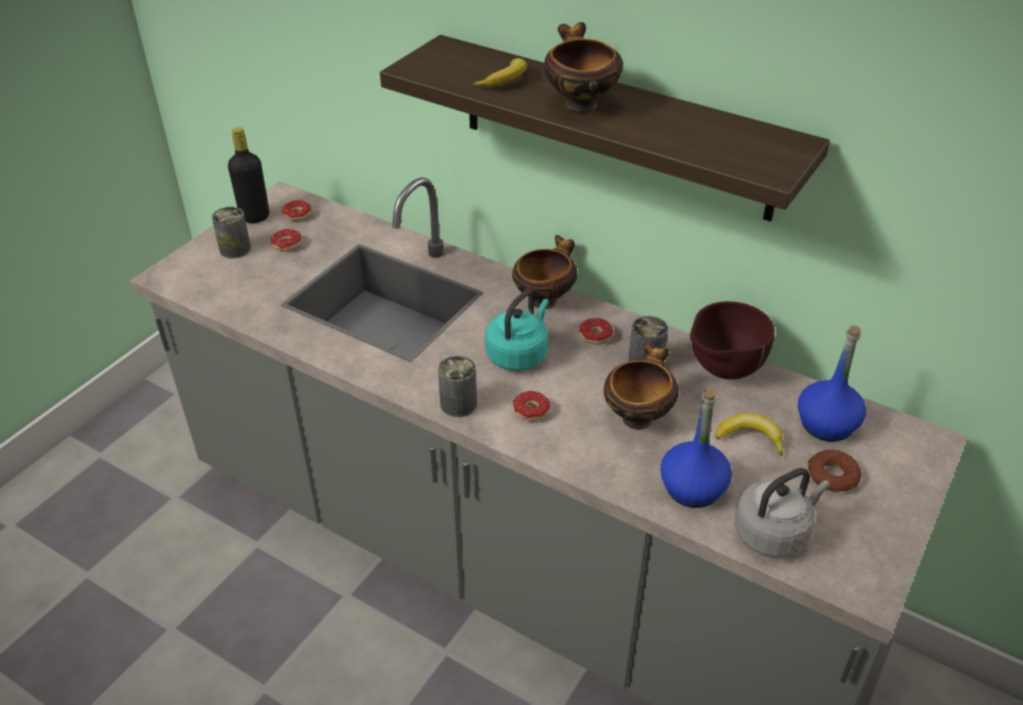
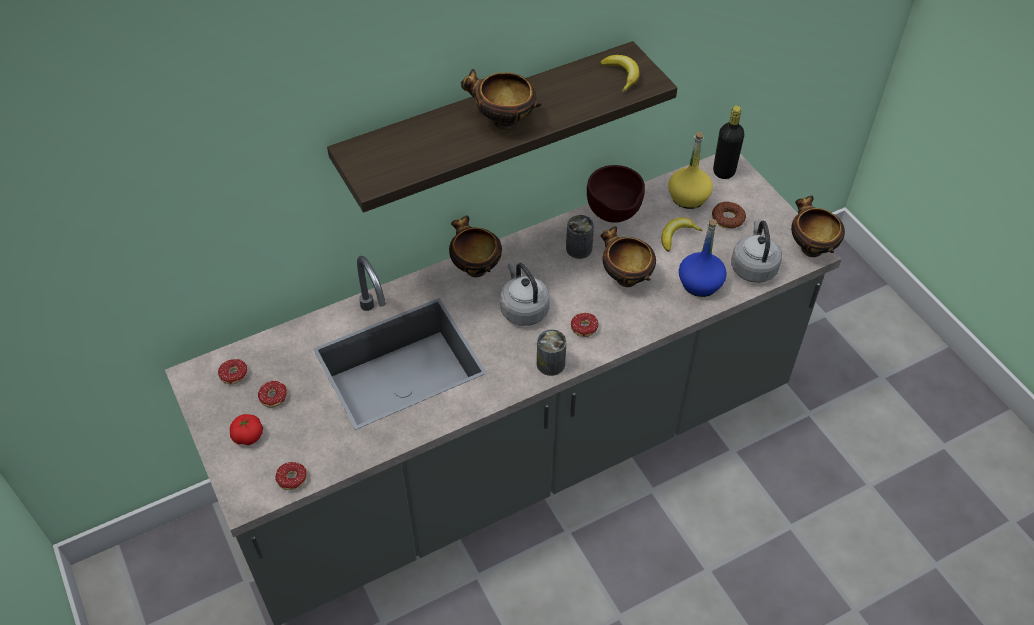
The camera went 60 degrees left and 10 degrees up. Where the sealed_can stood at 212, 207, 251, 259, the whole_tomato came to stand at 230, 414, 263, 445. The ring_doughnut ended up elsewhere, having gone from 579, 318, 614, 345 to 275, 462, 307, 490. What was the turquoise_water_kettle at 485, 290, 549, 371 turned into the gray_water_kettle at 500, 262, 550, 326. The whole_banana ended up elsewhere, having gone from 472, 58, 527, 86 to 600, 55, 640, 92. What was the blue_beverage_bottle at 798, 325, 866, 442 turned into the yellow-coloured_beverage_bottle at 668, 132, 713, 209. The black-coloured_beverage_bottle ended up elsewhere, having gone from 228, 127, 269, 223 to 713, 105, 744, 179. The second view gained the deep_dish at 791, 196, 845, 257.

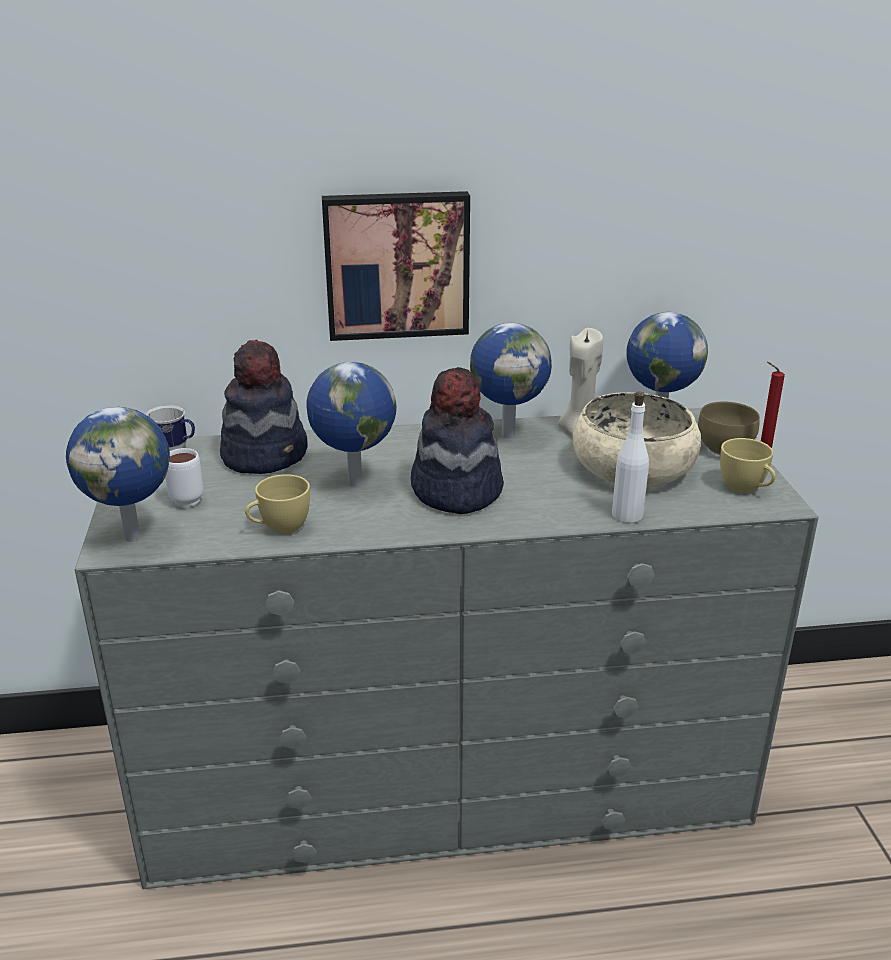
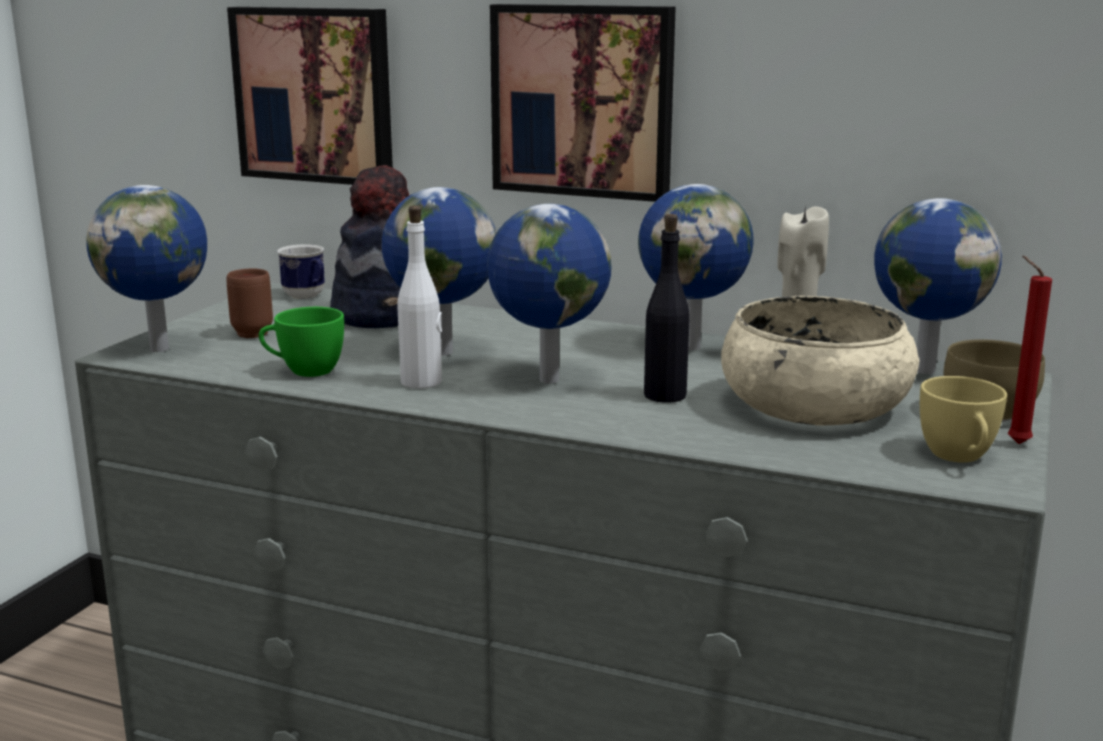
The camera went 30 degrees right and 10 degrees down. What was the white_tea_mug at 165, 448, 203, 507 turned into the brown_tea_mug at 226, 268, 273, 338. The second view gained the picture at 227, 7, 393, 185. What was the yellow-coloured_cup at 245, 474, 310, 534 turned into the green_cup at 259, 307, 344, 377. The white_beverage_bottle ended up elsewhere, having gone from 612, 392, 649, 523 to 397, 205, 442, 389. Where the hat stood at 411, 367, 504, 514, the globe came to stand at 487, 204, 612, 384. The second view gained the black-coloured_beverage_bottle at 644, 214, 690, 403.

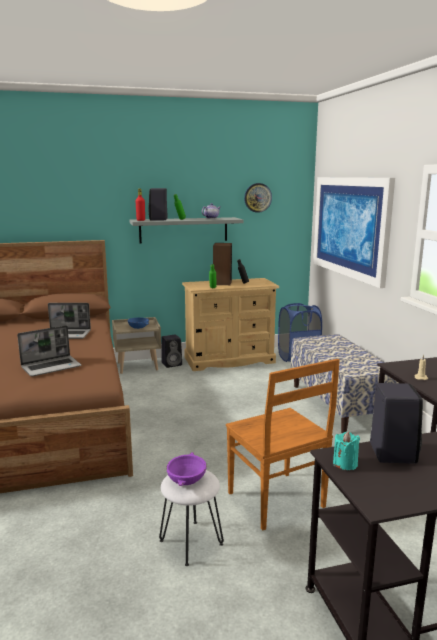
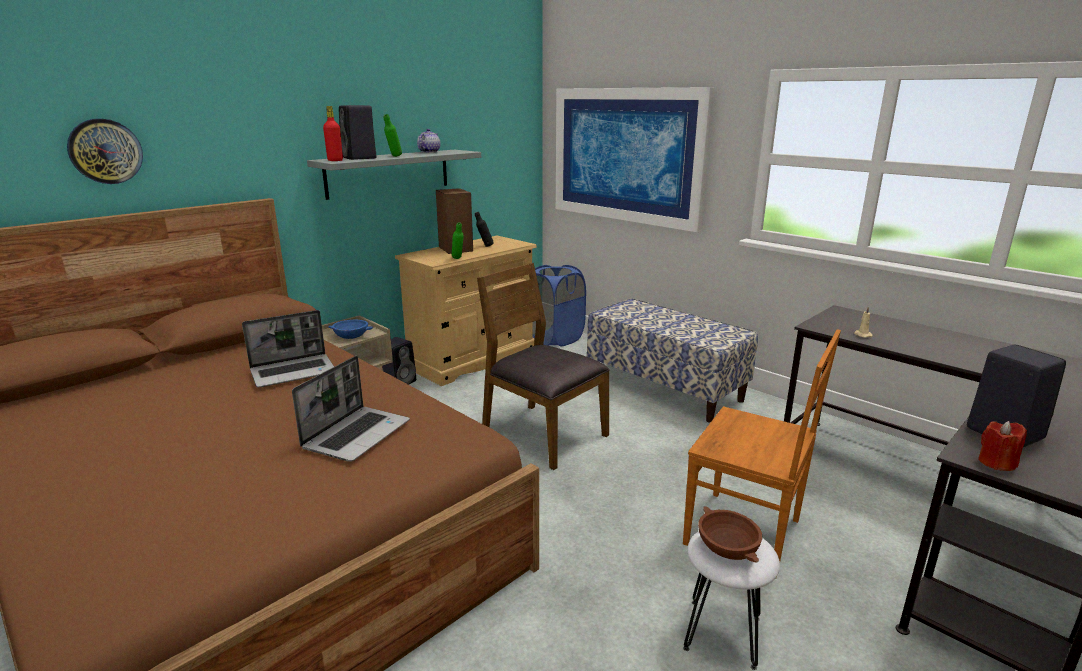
The camera went 30 degrees left and 5 degrees up. The clock_on_the_wall ended up elsewhere, having gone from 244, 183, 272, 213 to 67, 118, 143, 184. The second view gained the brown_chair at 477, 263, 610, 470. What was the purplish_deep_dish at 166, 452, 207, 486 turned into the brown_deep_dish at 698, 506, 762, 562. What was the turquoise_candle at 333, 432, 360, 470 turned into the red-coloured_candle at 978, 421, 1027, 471.

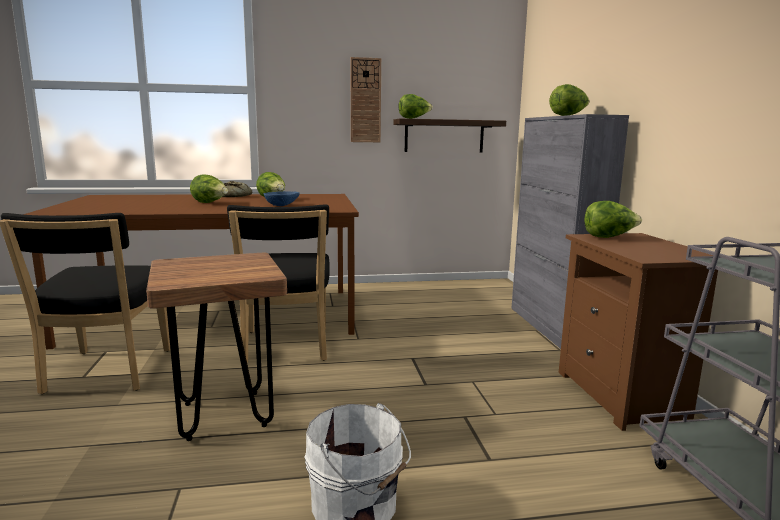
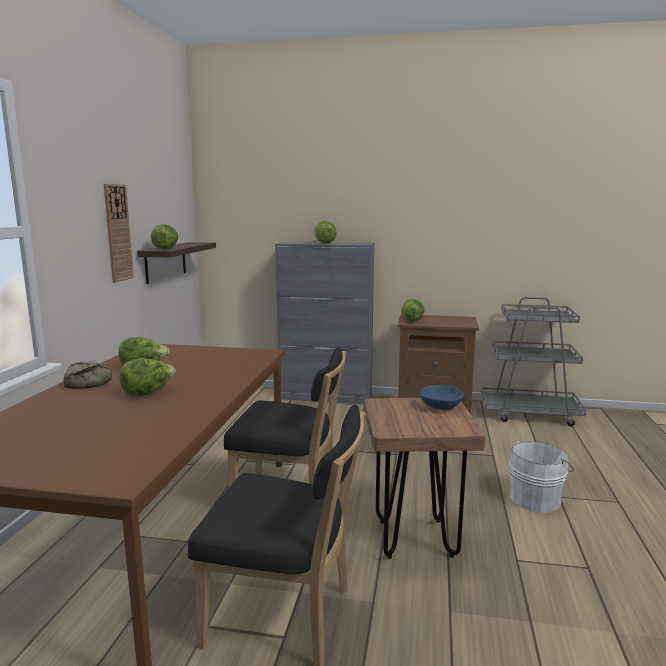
The camera went 70 degrees left and 0 degrees up. The blue_deep_dish ended up elsewhere, having gone from 264, 191, 300, 206 to 420, 385, 464, 410.

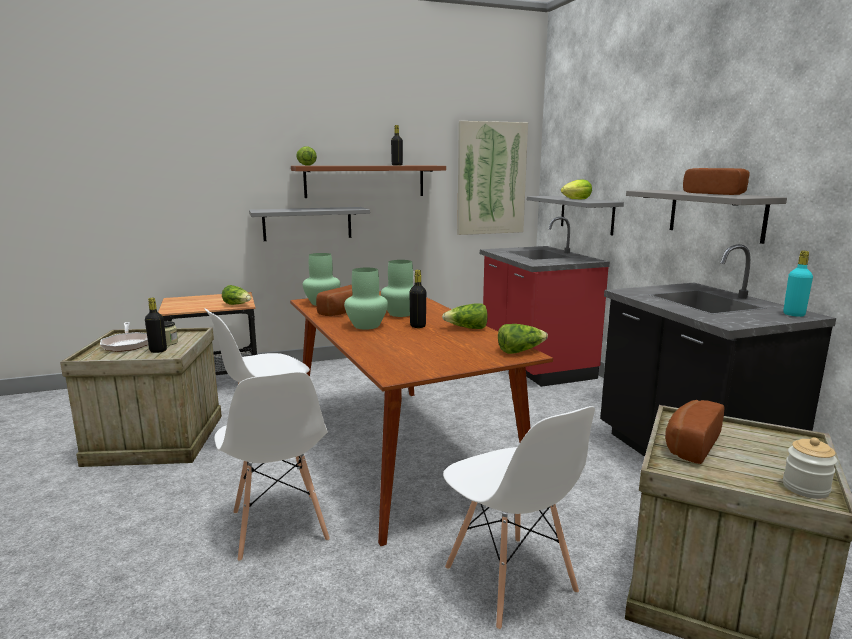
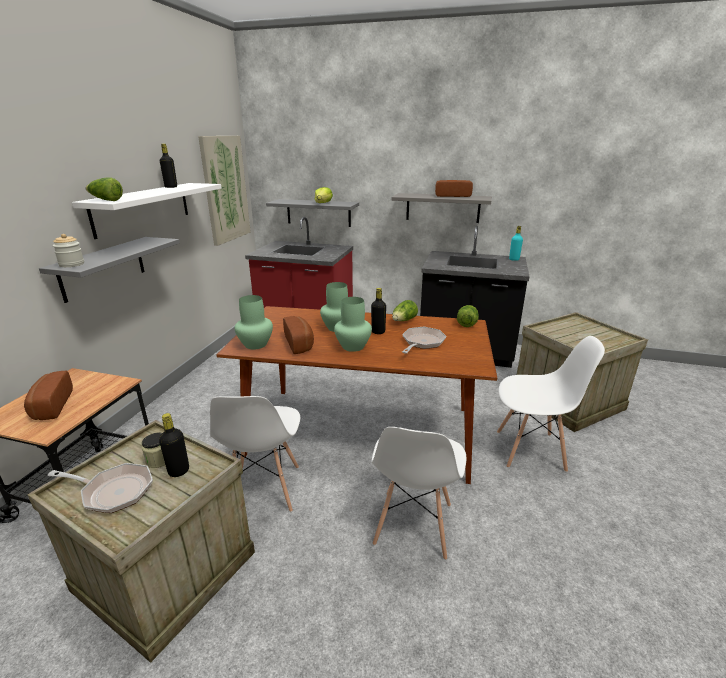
The camera went 55 degrees left and 10 degrees up. The bread ended up elsewhere, having gone from 665, 400, 725, 464 to 24, 371, 73, 420. The preserve_jar ended up elsewhere, having gone from 783, 437, 837, 499 to 53, 234, 84, 267. What was the brown_bracket_shelf at 291, 166, 446, 198 turned into the white_bracket_shelf at 72, 183, 222, 239. The white_chair at 214, 372, 330, 562 ended up facing another way, 90 degrees clockwise from before. The second view gained the pan at 402, 327, 446, 354. The second view lost the lettuce at 222, 285, 251, 305.

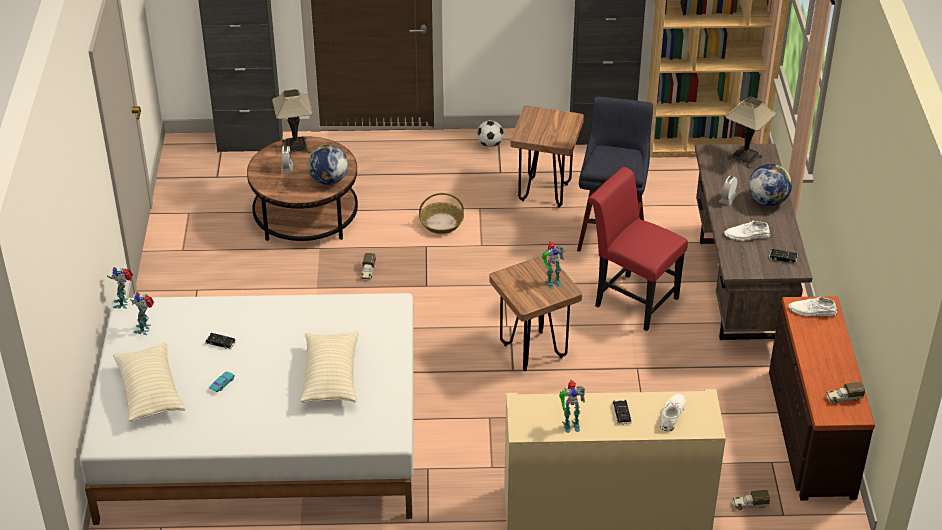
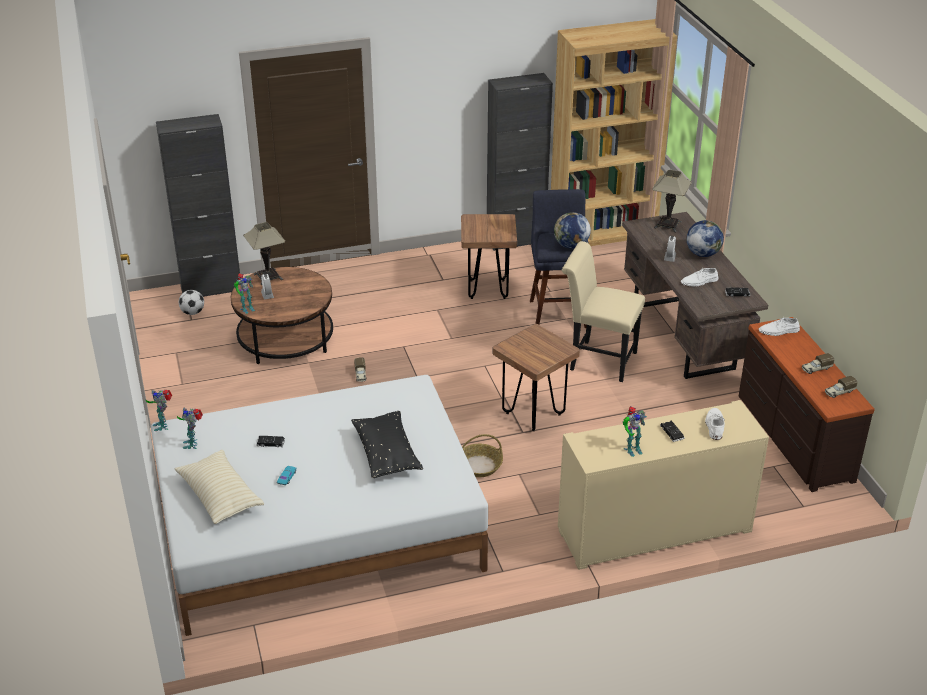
The camera went 15 degrees left and 5 degrees down. The ball_for_football ended up elsewhere, having gone from 477, 120, 504, 147 to 179, 290, 204, 315. The toy_robot ended up elsewhere, having gone from 542, 241, 565, 289 to 234, 273, 255, 314. What was the sand-coloured_cushion at 300, 332, 359, 403 turned into the black-coloured_cushion at 351, 411, 423, 478. The basket ended up elsewhere, having gone from 419, 193, 464, 234 to 462, 434, 503, 477. The globe ended up elsewhere, having gone from 308, 145, 348, 185 to 554, 212, 591, 249. What was the red-coloured_chair at 588, 167, 688, 331 turned into the sand-coloured_chair at 562, 241, 645, 382. The model_truck ended up elsewhere, having gone from 733, 490, 770, 510 to 802, 353, 835, 374.

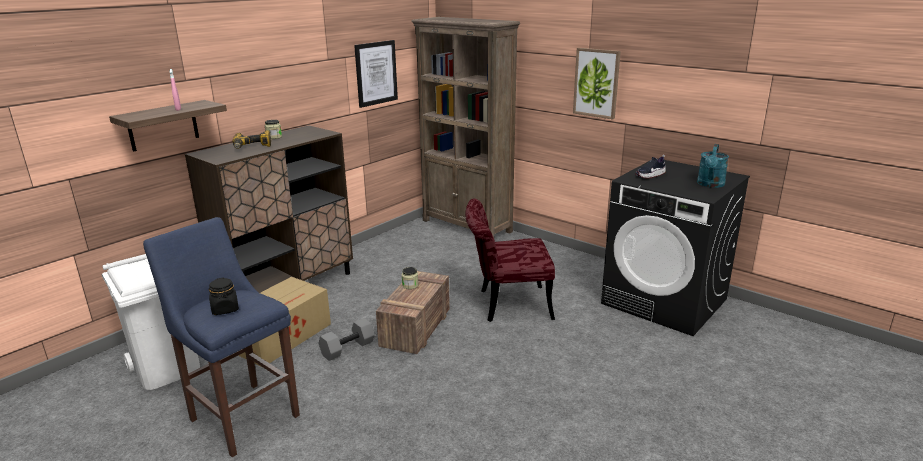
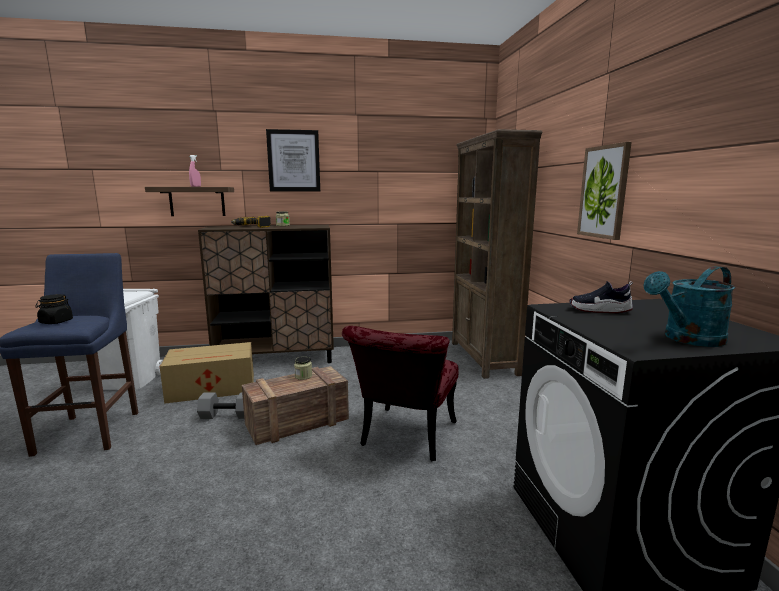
The camera went 40 degrees right and 10 degrees down. The picture ended up elsewhere, having gone from 354, 40, 398, 108 to 266, 129, 320, 192. The red-coloured_chair at 465, 199, 555, 322 ended up facing another way, 105 degrees counterclockwise from before.

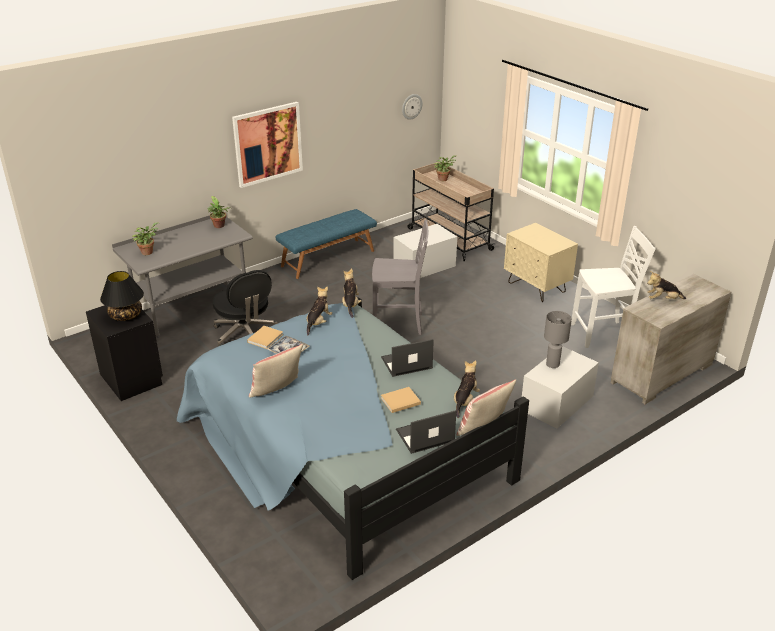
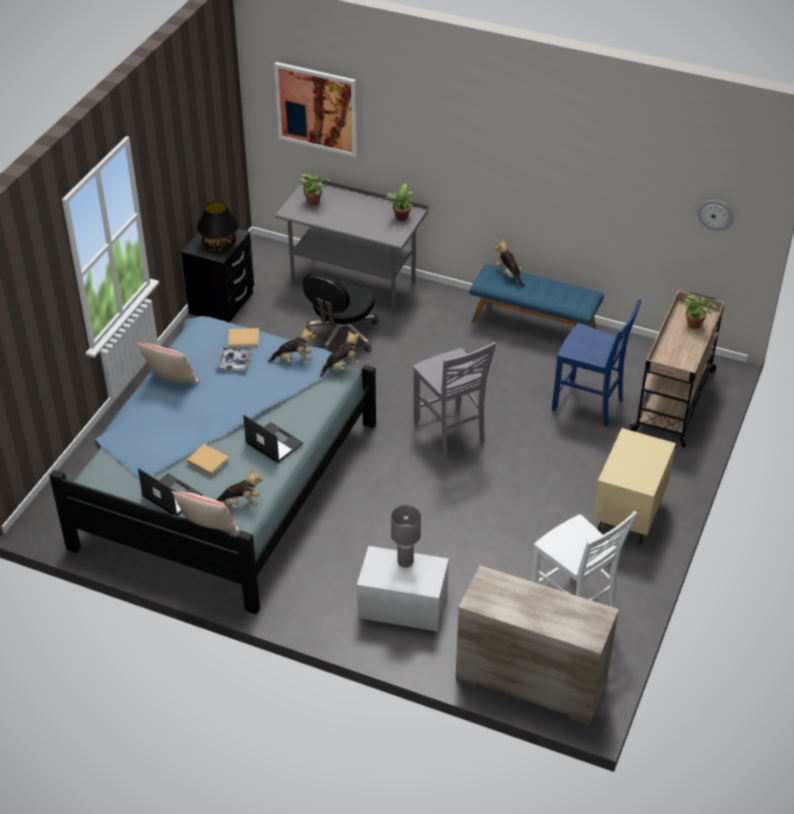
The camera went 60 degrees right and 10 degrees up. The picture ended up elsewhere, having gone from 232, 102, 303, 188 to 274, 62, 358, 157. The soft_toy ended up elsewhere, having gone from 647, 271, 686, 299 to 495, 239, 525, 287. Where the white_storage_container stood at 393, 224, 457, 278, the blue_chair came to stand at 552, 299, 642, 427.

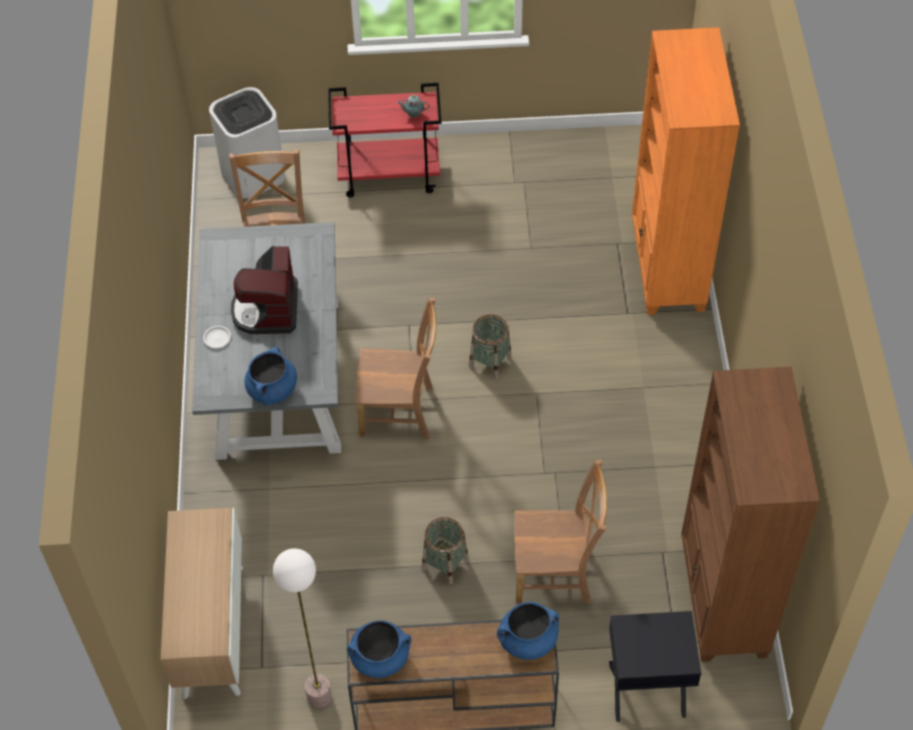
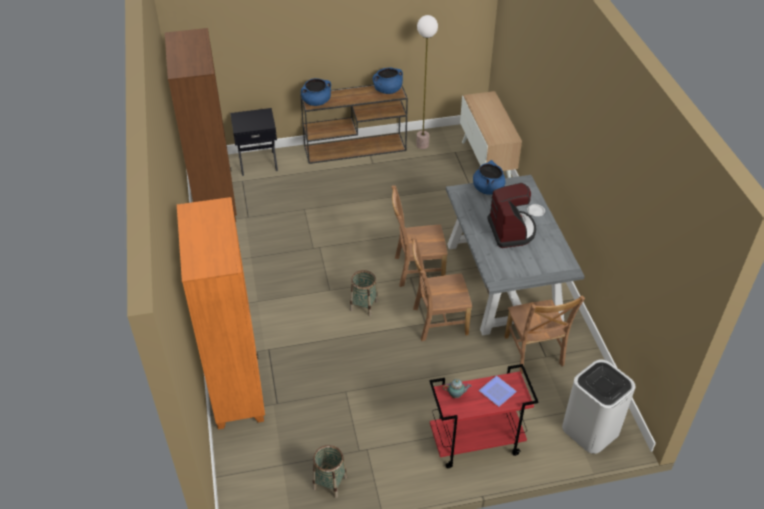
The camera went 170 degrees right and 10 degrees down. The basket ended up elsewhere, having gone from 422, 517, 469, 584 to 313, 445, 347, 498. The brown_chair ended up elsewhere, having gone from 514, 459, 607, 604 to 411, 236, 472, 341. The second view gained the flat_dish at 479, 376, 517, 407.

